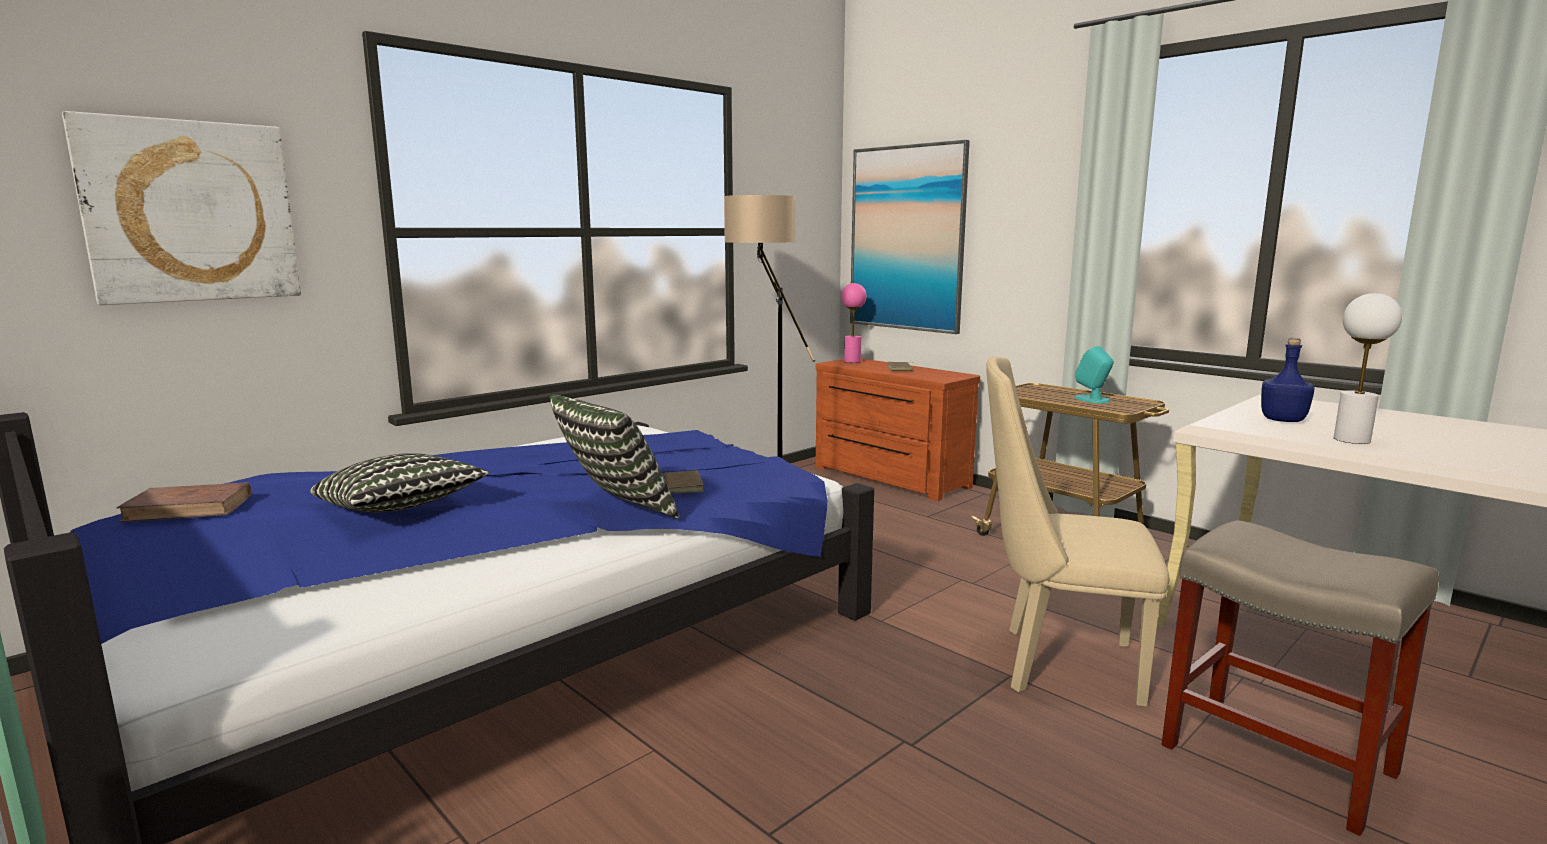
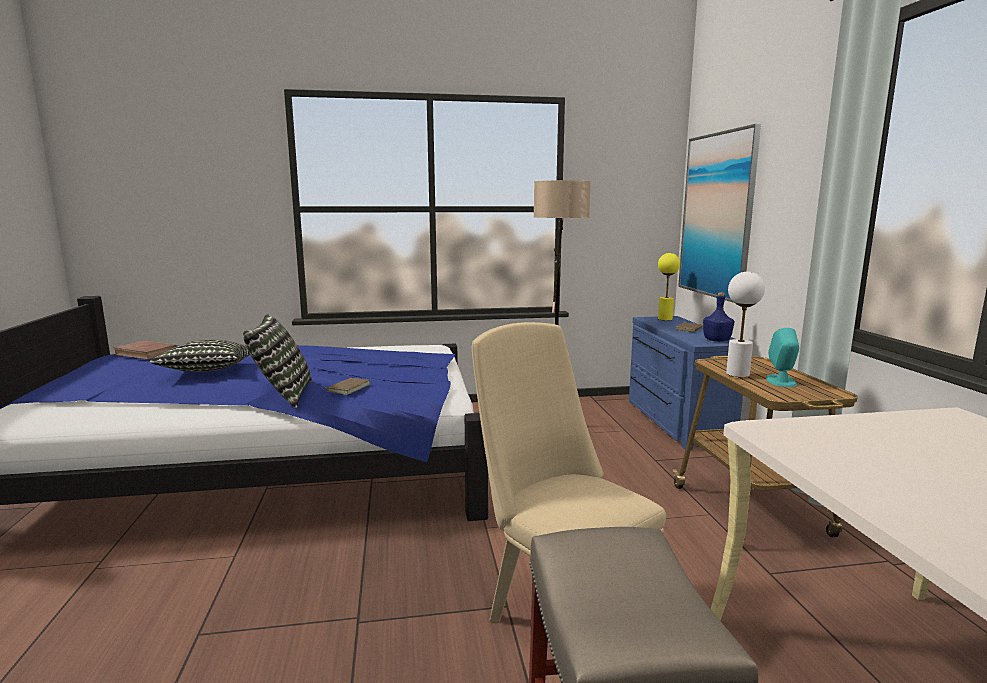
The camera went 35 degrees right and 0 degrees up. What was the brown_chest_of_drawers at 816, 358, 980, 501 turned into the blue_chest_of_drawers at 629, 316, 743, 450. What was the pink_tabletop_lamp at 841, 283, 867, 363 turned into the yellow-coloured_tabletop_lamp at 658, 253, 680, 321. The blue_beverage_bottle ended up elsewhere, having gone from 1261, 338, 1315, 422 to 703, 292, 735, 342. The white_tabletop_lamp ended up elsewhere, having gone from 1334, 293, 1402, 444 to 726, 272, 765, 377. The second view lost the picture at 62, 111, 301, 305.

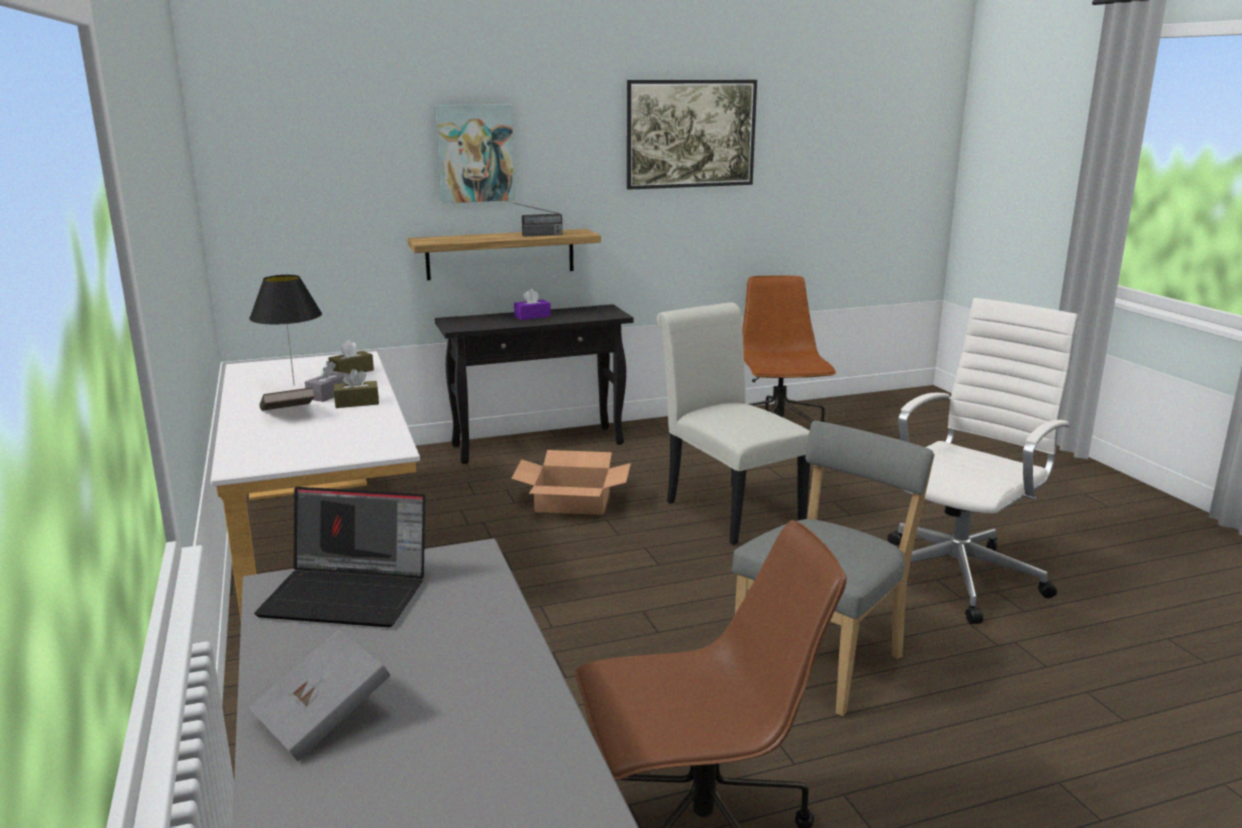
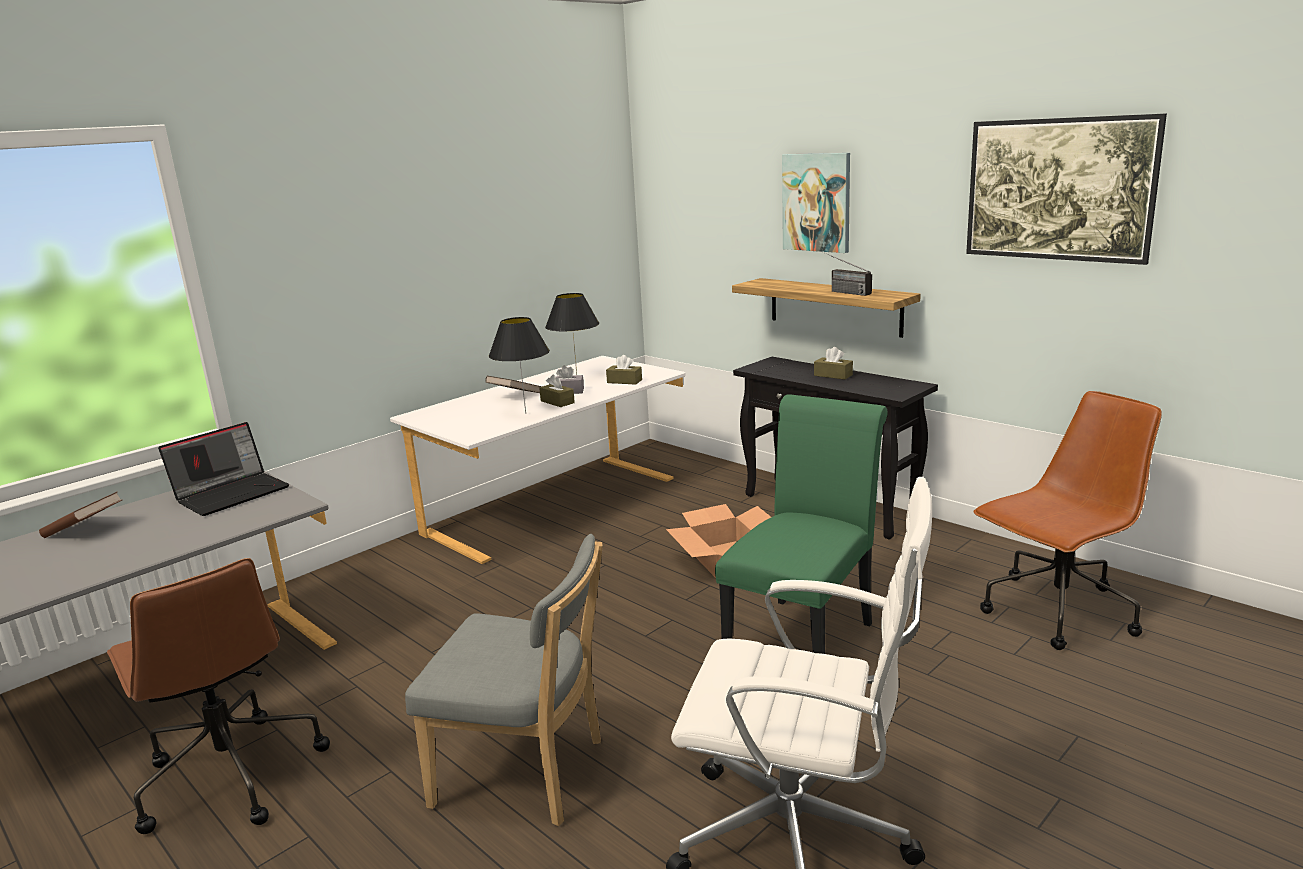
The camera went 65 degrees right and 0 degrees up. What was the gray_book at 248, 629, 390, 761 turned into the brown_book at 39, 492, 122, 538. The portable_computer at 254, 487, 425, 627 ended up facing another way, 120 degrees counterclockwise from before. The second view gained the black-coloured_tabletop_lamp at 489, 317, 550, 414. What was the white_chair at 657, 302, 810, 545 turned into the green_chair at 715, 395, 888, 654. What was the purplish_box_of_tissues at 514, 289, 551, 320 turned into the brown_box_of_tissues at 814, 347, 853, 380.

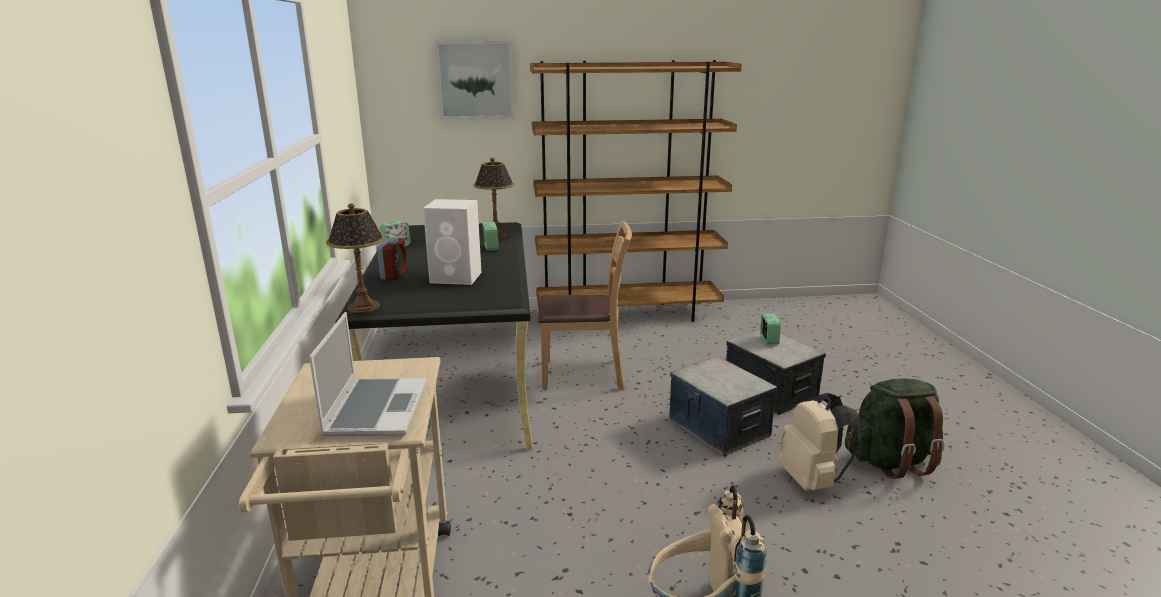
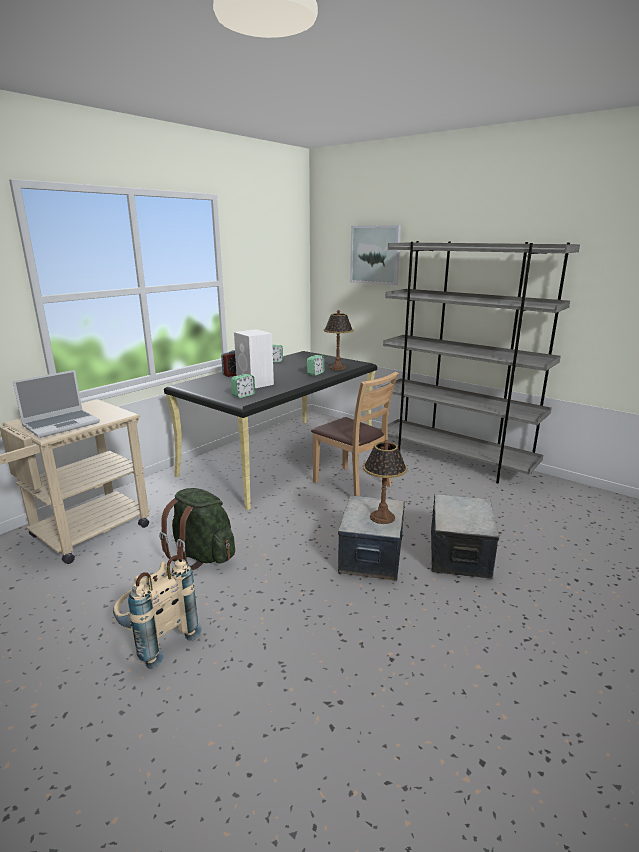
The camera went 45 degrees right and 0 degrees up. The green_backpack ended up elsewhere, having gone from 845, 379, 944, 479 to 159, 488, 235, 570. The alarm_clock ended up elsewhere, having gone from 760, 314, 781, 344 to 231, 374, 255, 398. The tabletop_lamp ended up elsewhere, having gone from 326, 203, 384, 313 to 363, 440, 407, 524. What was the brown_bookshelf at 530, 60, 742, 322 turned into the gray_bookshelf at 380, 241, 580, 483. The second view lost the sand-coloured_backpack at 778, 393, 861, 491.

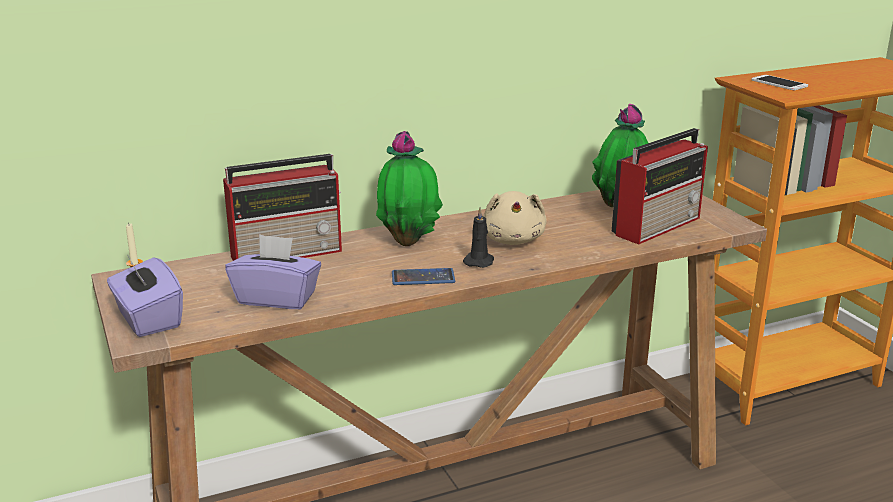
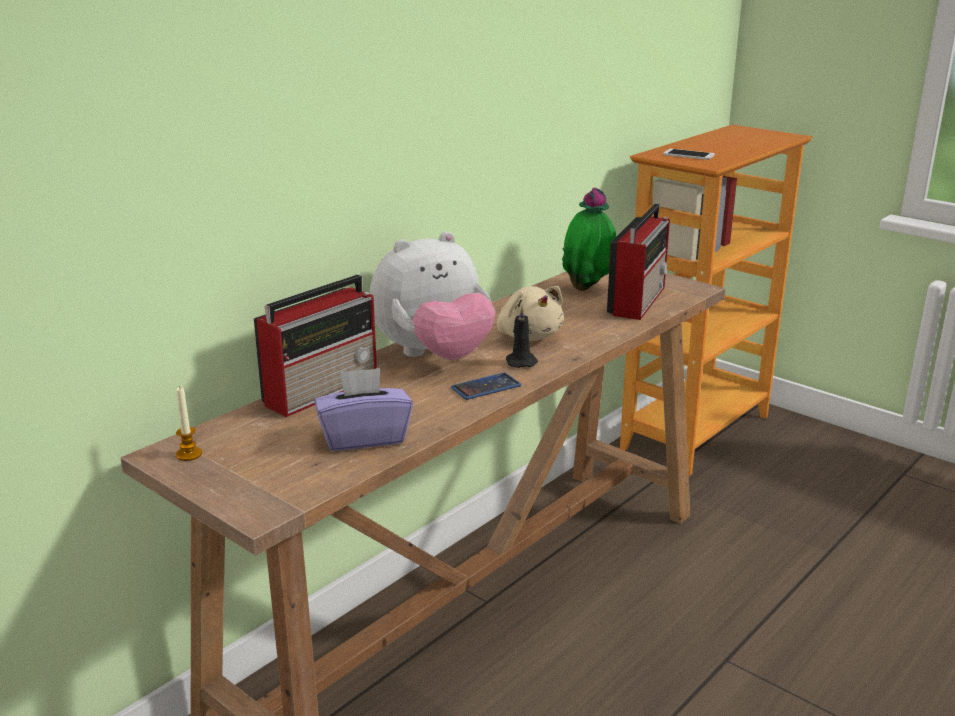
The camera went 25 degrees left and 0 degrees up. Where the houseplant stood at 376, 131, 443, 246, the soft_toy came to stand at 370, 231, 495, 360. The second view lost the purplish_box_of_tissues at 107, 254, 183, 337.

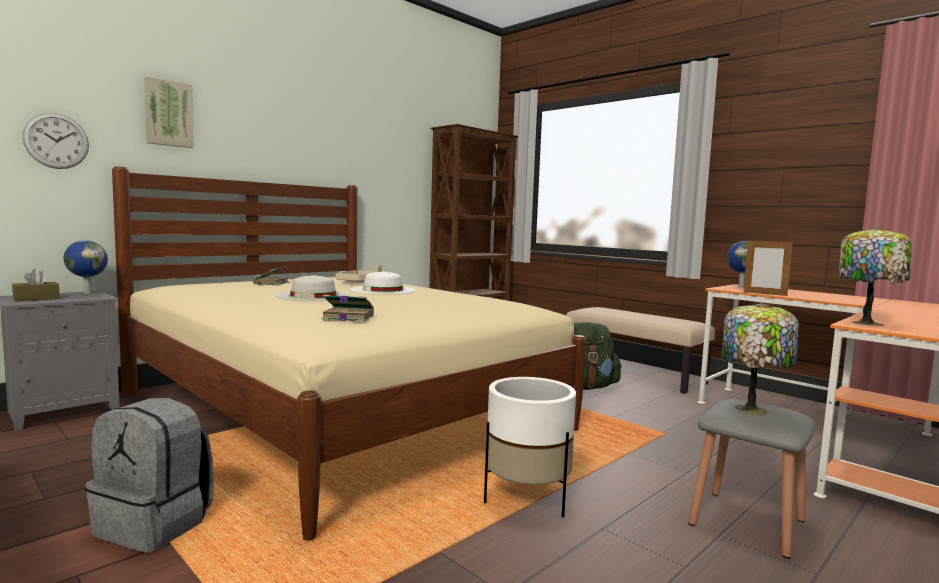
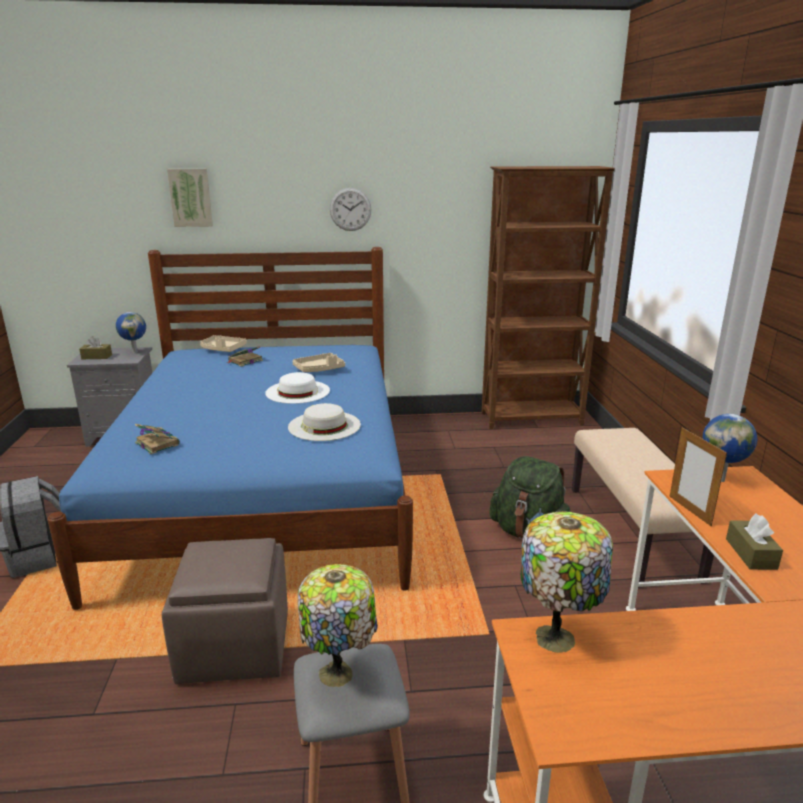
The camera went 40 degrees right and 15 degrees up. What was the sand-coloured_bedroom_bed at 112, 167, 586, 541 turned into the blue_bedroom_bed at 47, 247, 413, 610. Where the white_plant_pot stood at 484, 377, 576, 517, the brown_pouffe came to stand at 162, 538, 288, 684. The second view gained the sand-coloured_carrying_tray at 200, 335, 247, 352. The white_hat ended up elsewhere, having gone from 275, 275, 351, 301 to 288, 403, 361, 441. The clock_on_the_wall ended up elsewhere, having gone from 22, 113, 89, 169 to 330, 188, 371, 231. The second view gained the brown_box_of_tissues at 726, 514, 783, 570.

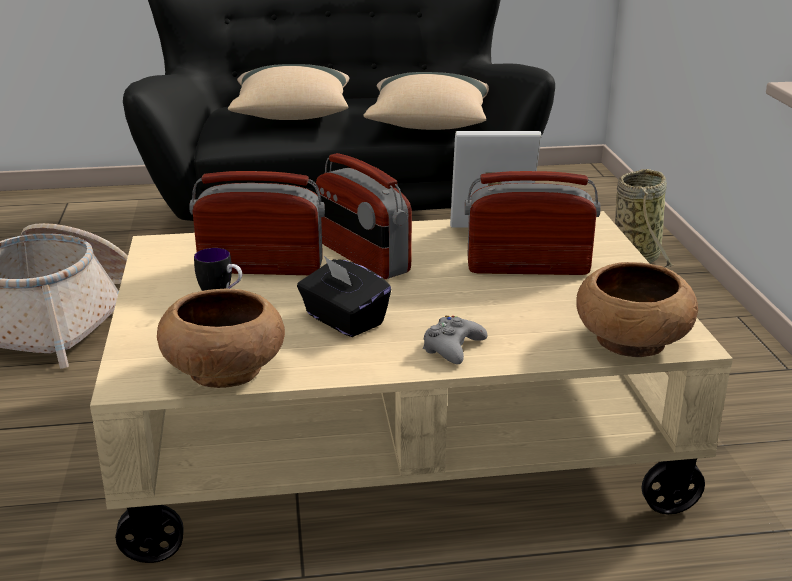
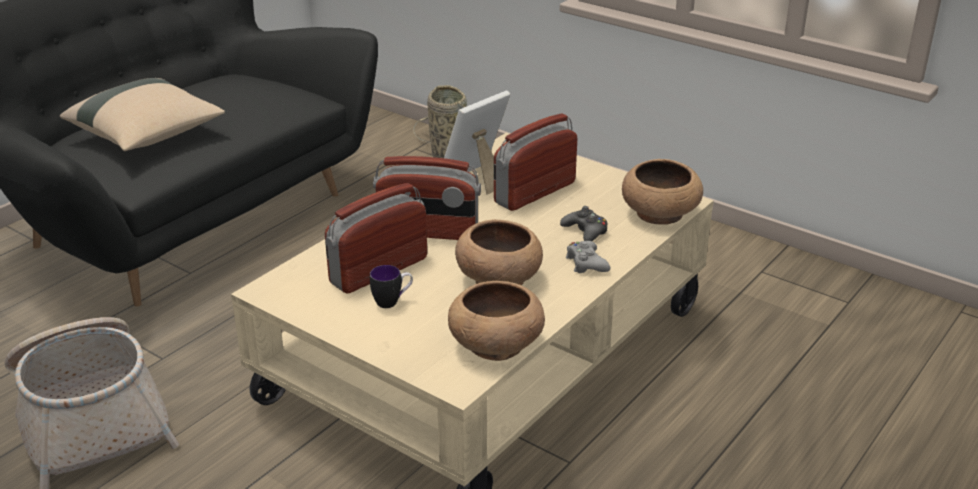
The camera went 45 degrees left and 5 degrees up. Where the black-coloured_box_of_tissues stood at 297, 256, 391, 337, the brown_deep_dish came to stand at 455, 219, 543, 285. The second view gained the black-coloured_game_controller at 560, 206, 608, 241. The second view lost the sand-coloured_cushion at 363, 72, 489, 130.

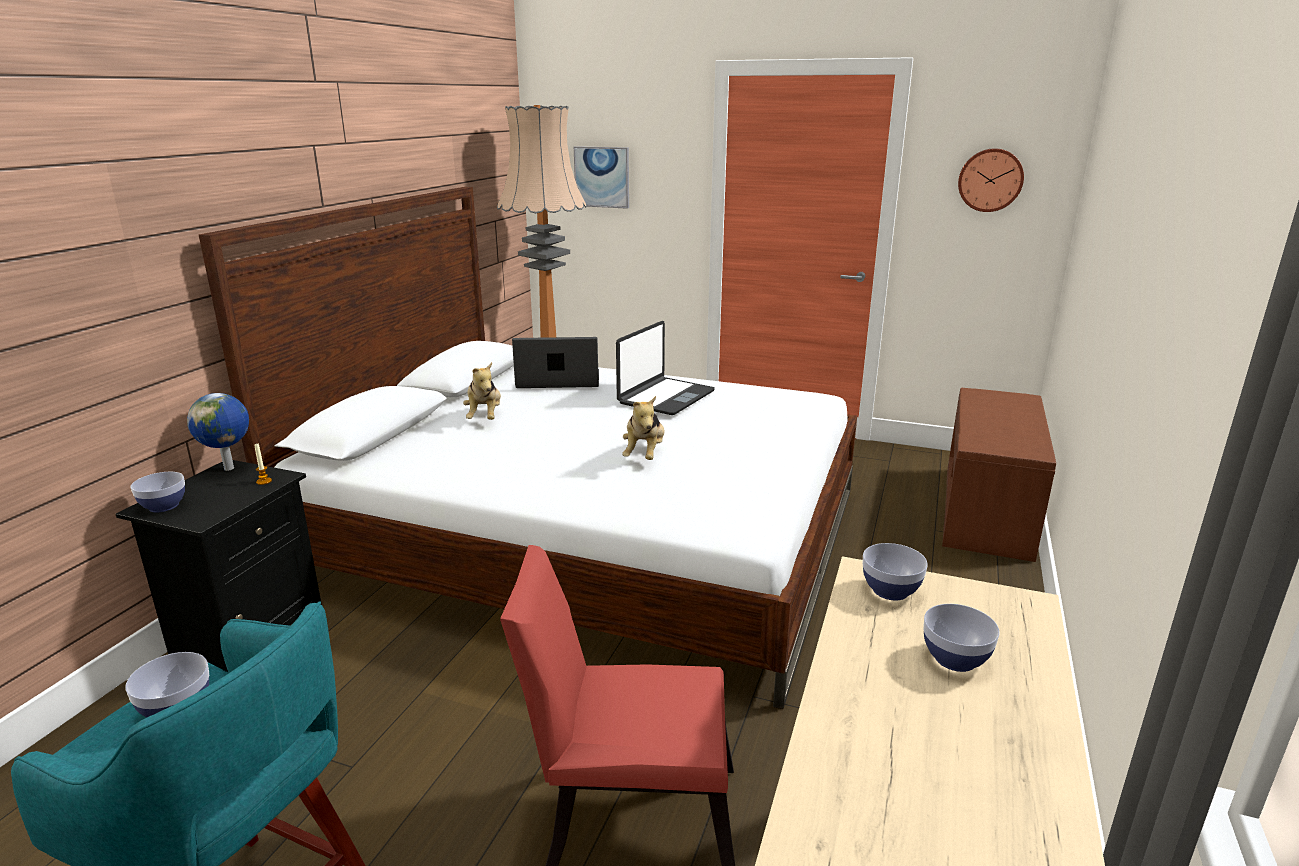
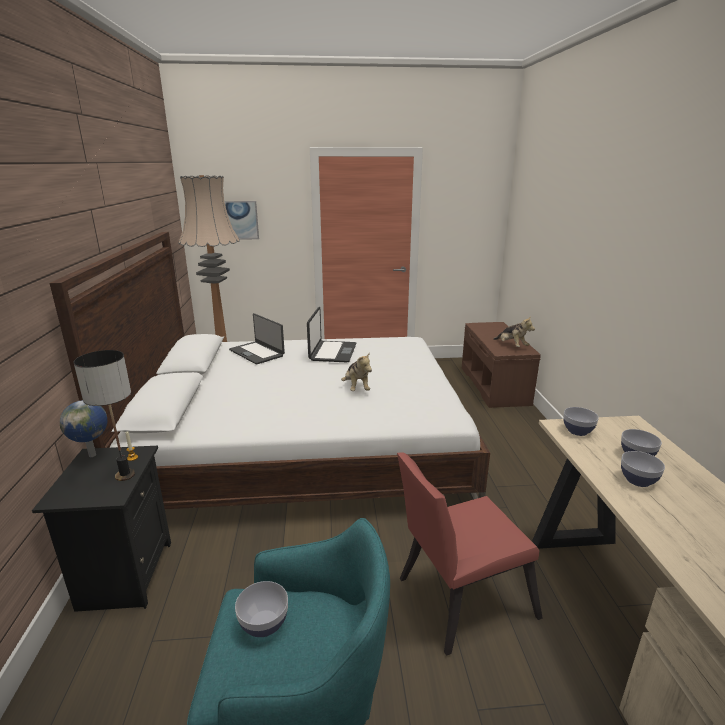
The camera went 25 degrees left and 0 degrees up. The second view gained the tabletop_lamp at 73, 350, 135, 481. The portable_computer at 512, 337, 599, 388 ended up facing another way, 105 degrees counterclockwise from before. The soft_toy ended up elsewhere, having gone from 463, 362, 501, 420 to 493, 317, 535, 347. The deep_dish ended up elsewhere, having gone from 130, 472, 185, 512 to 621, 451, 665, 487. The second view lost the clock_on_the_wall at 958, 148, 1024, 212.

